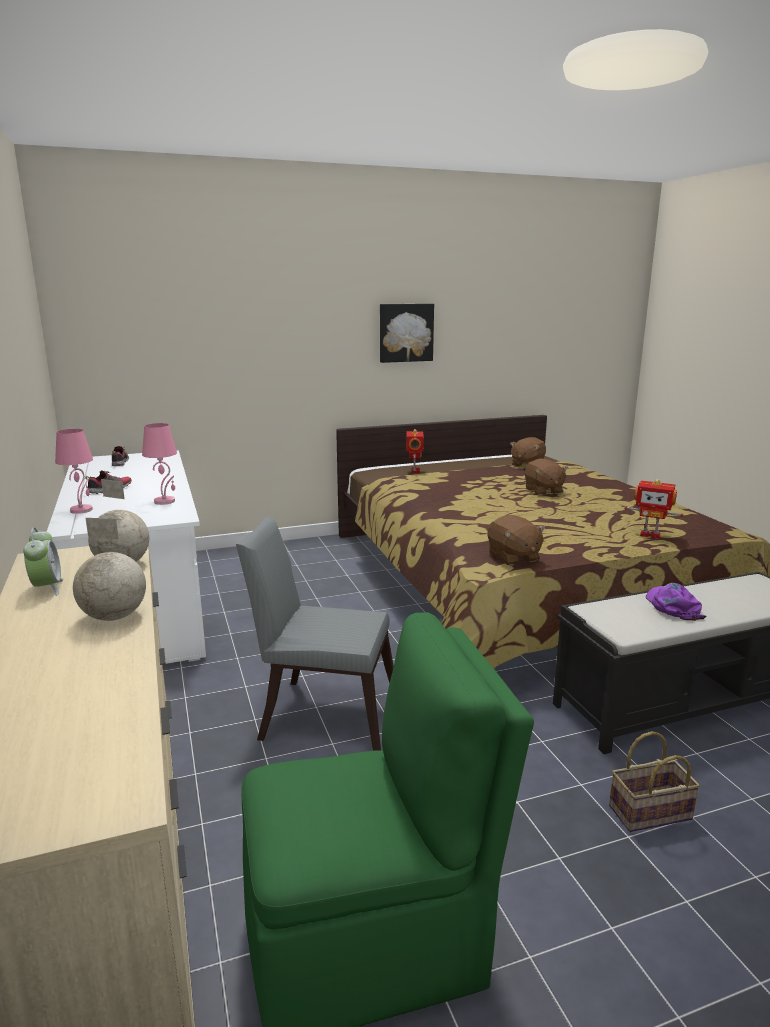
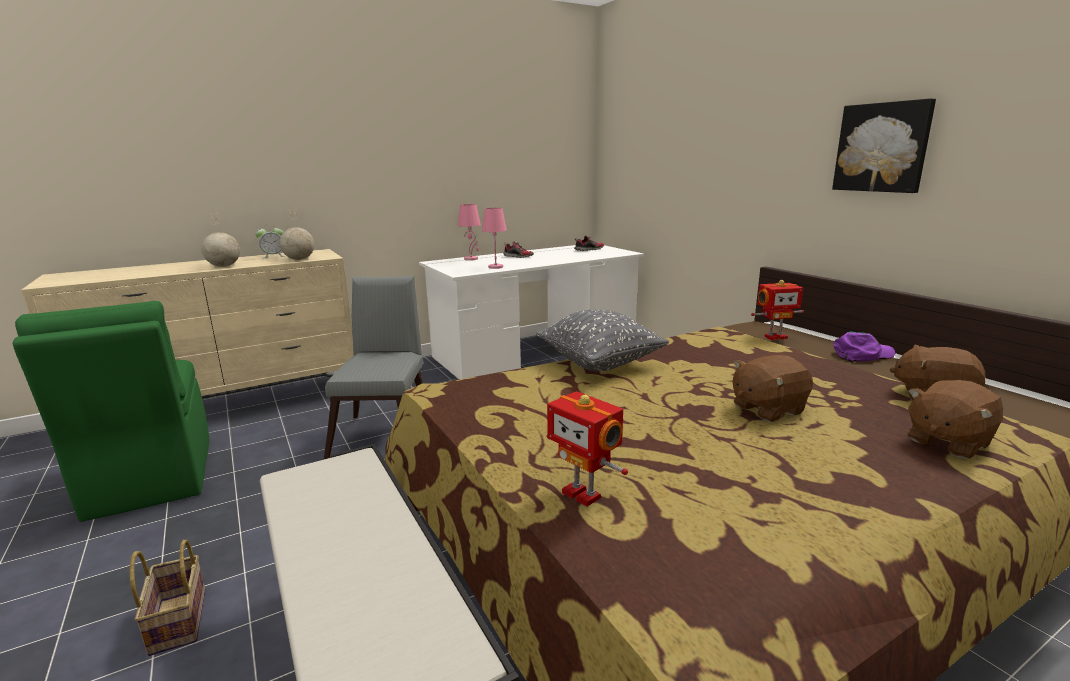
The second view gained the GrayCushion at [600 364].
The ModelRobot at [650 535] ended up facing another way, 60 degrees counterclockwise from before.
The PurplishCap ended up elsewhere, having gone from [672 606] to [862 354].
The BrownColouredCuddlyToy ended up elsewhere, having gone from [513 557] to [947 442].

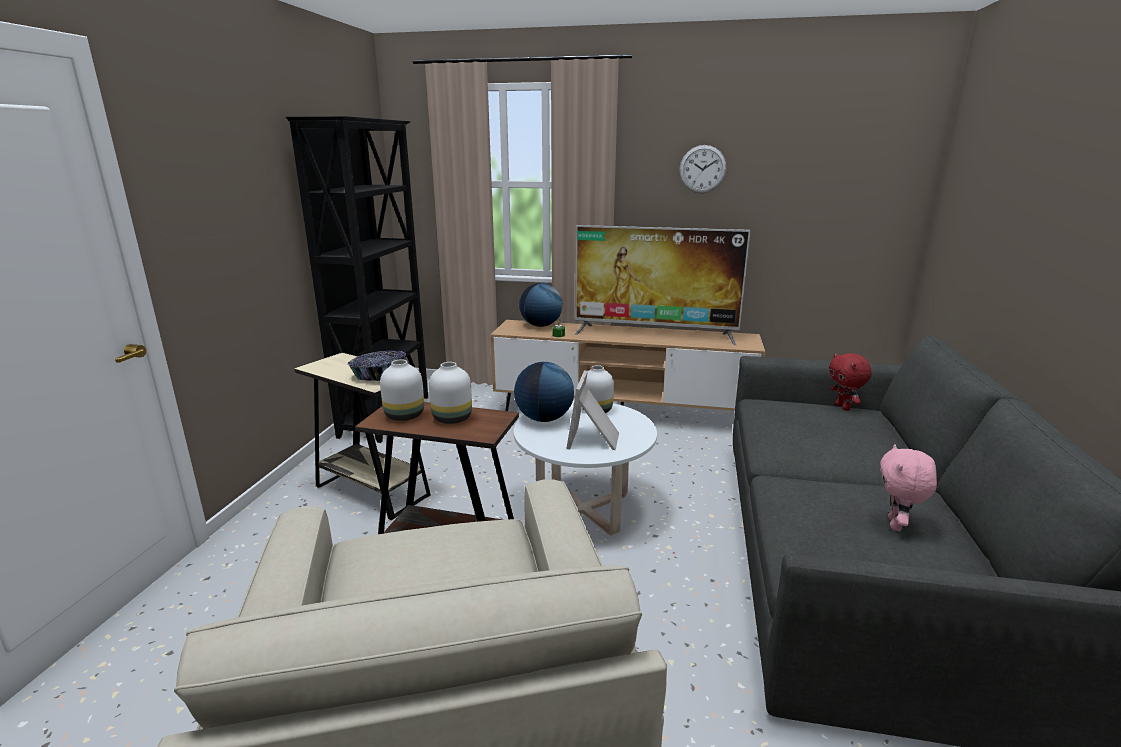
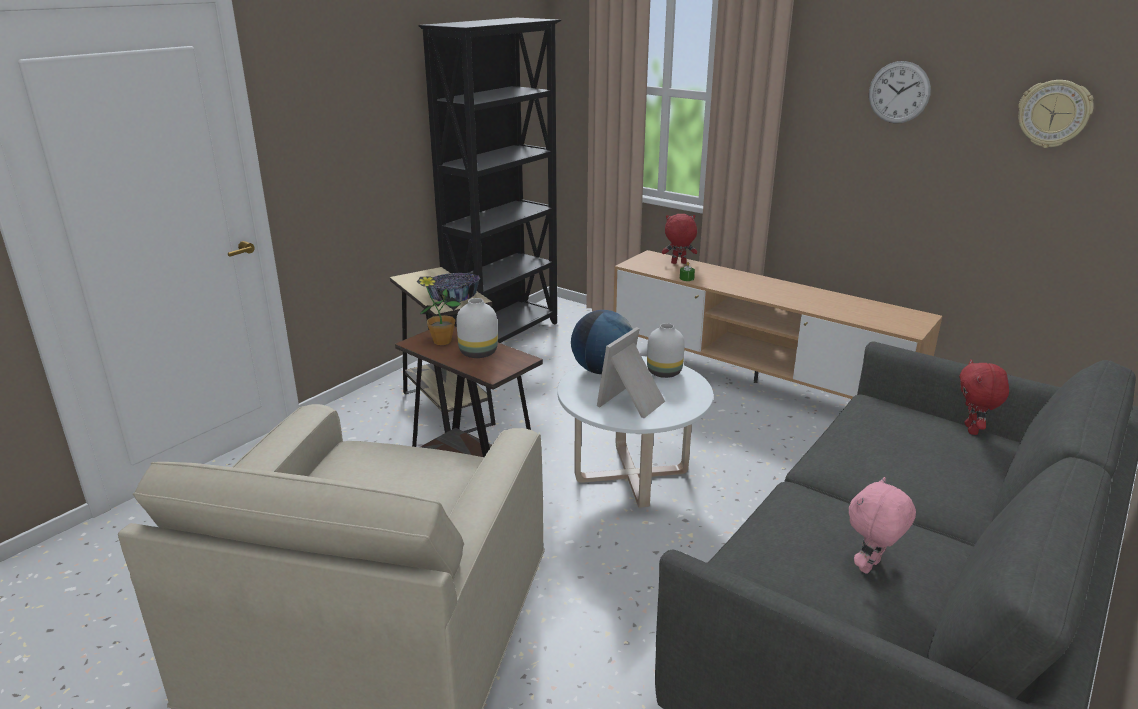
Where the WhitishFlowerVase stood at [405 415], the PottedPlant came to stand at [442 341].
Where the Globe stood at [541 325], the RedColouredCuddlyToy came to stand at [678 263].
The second view gained the ClockOnTheWall at [1053 114].
The second view lost the TvSet at [655 334].

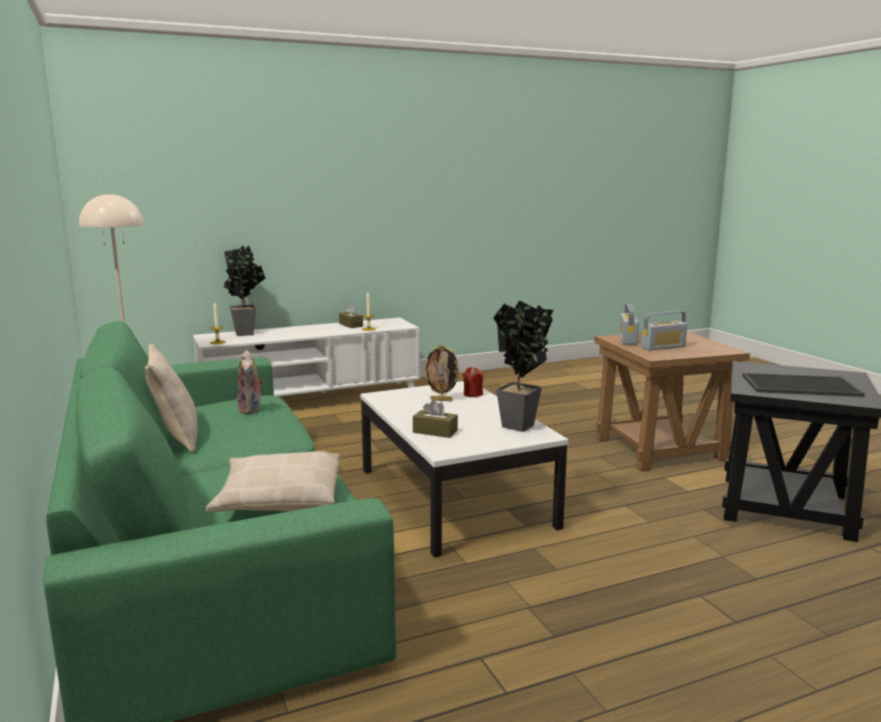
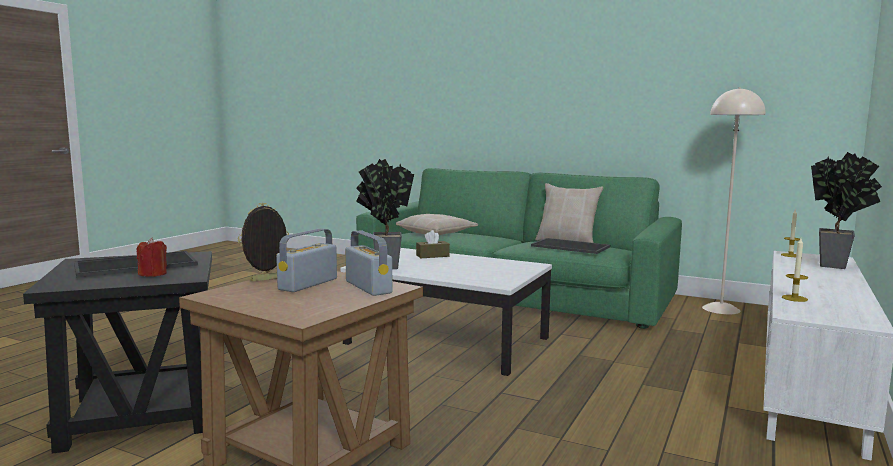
The RedColouredWaxCandle ended up elsewhere, having gone from [473 394] to [153 274].
The PictureFrame ended up elsewhere, having gone from [441 400] to [266 279].
Where the CuddlyToy stood at [251 410], the CarryingTray came to stand at [571 246].
The second view lost the BrownColouredTissueHolder at [351 325].

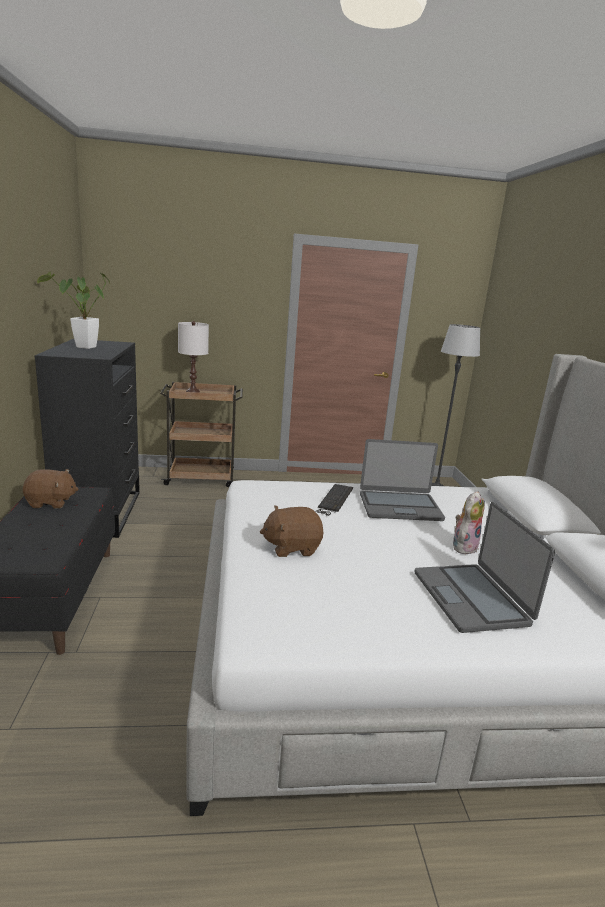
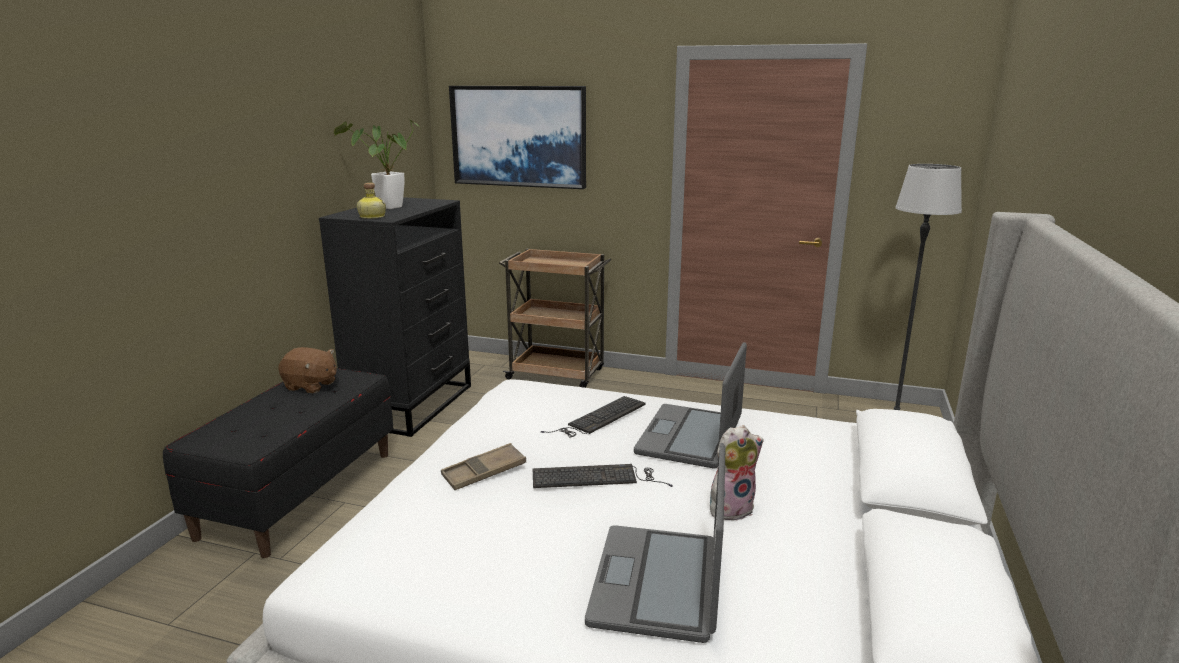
The second view gained the DrinkBottle at [371 217].
Where the BrownColouredCuddlyToy stood at [292 547], the BrownColouredCarryingTray came to stand at [484 472].
The second view gained the WallPicture at [519 136].
The second view gained the ComputerKeyboard at [597 477].
The NotebookComputer at [399 506] ended up facing another way, 90 degrees clockwise from before.
The second view lost the WhitishLampForATable at [193 391].

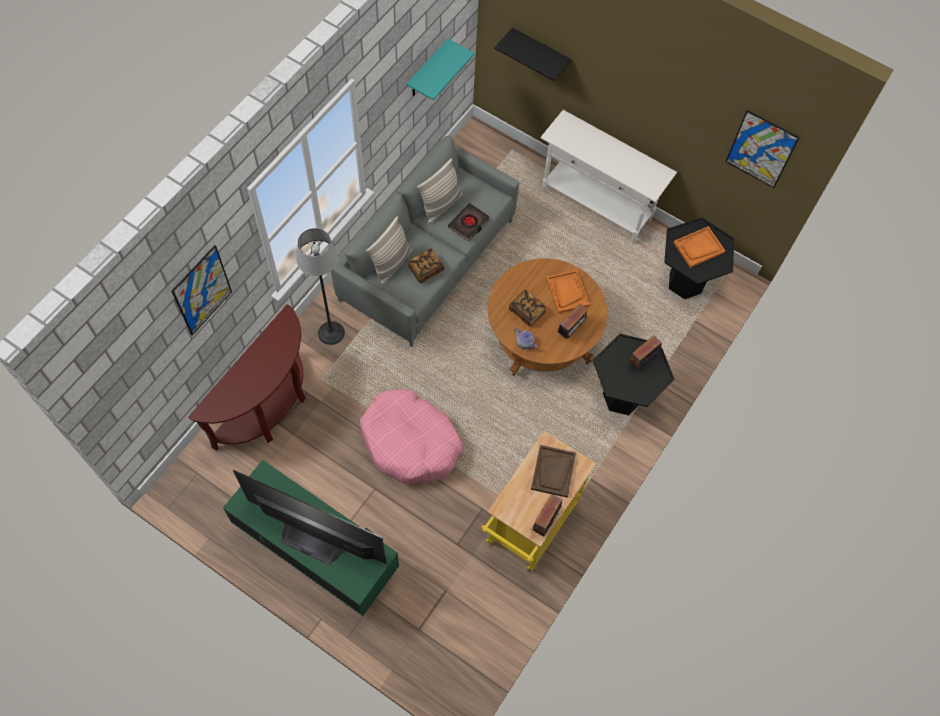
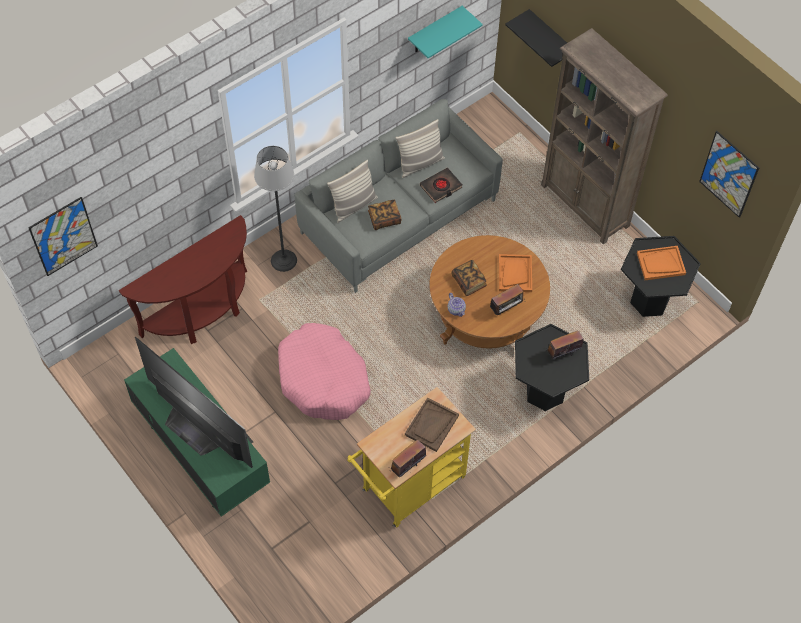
The WallPicture ended up elsewhere, having gone from [202 291] to [63 236].
Where the WhitishConsoleTable stood at [596 206], the BrownColouredBookshelf came to stand at [585 206].

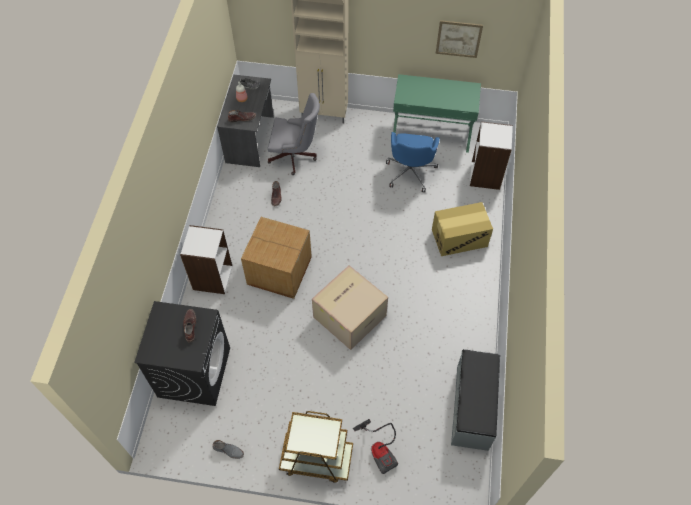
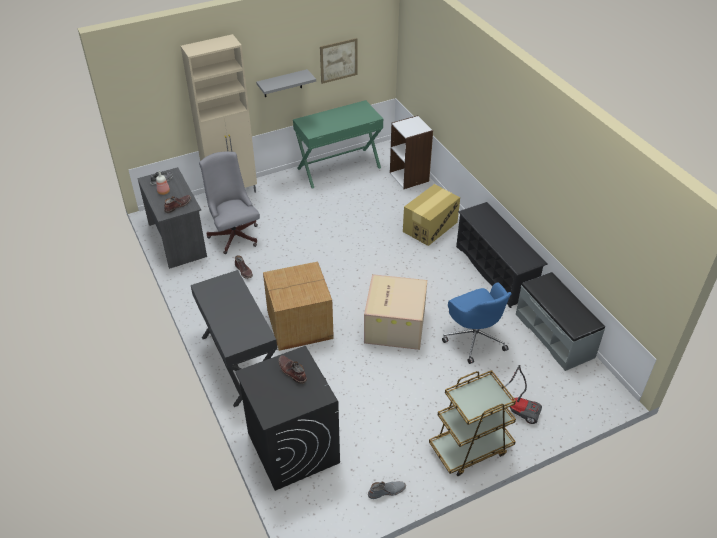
Where the WhitishBookshelf stood at [212 277], the BlackishDeskTable came to stand at [239 362].
The GrayComputerChair at [295 156] ended up facing another way, 90 degrees counterclockwise from before.
The second view gained the GrayWallShelf at [282 83].
The BlueComputerChair ended up elsewhere, having gone from [410 172] to [474 337].
The second view gained the BlackishShoeRack at [495 271].

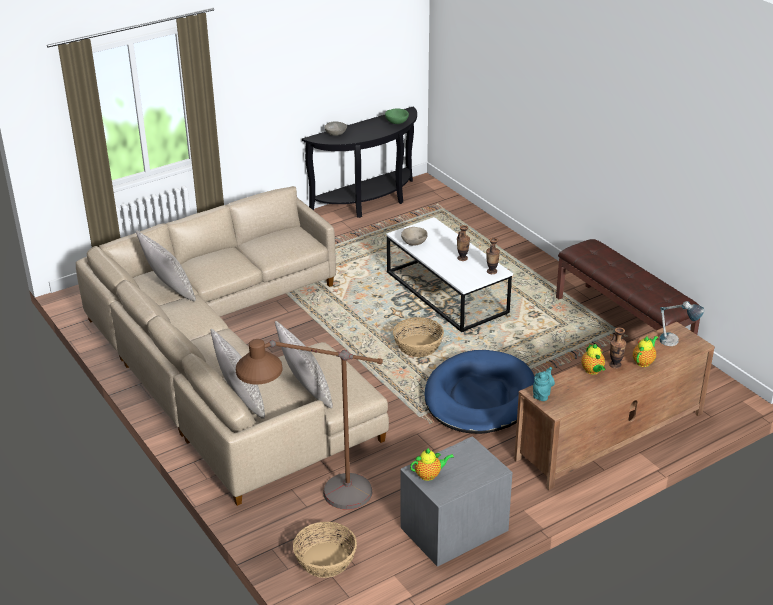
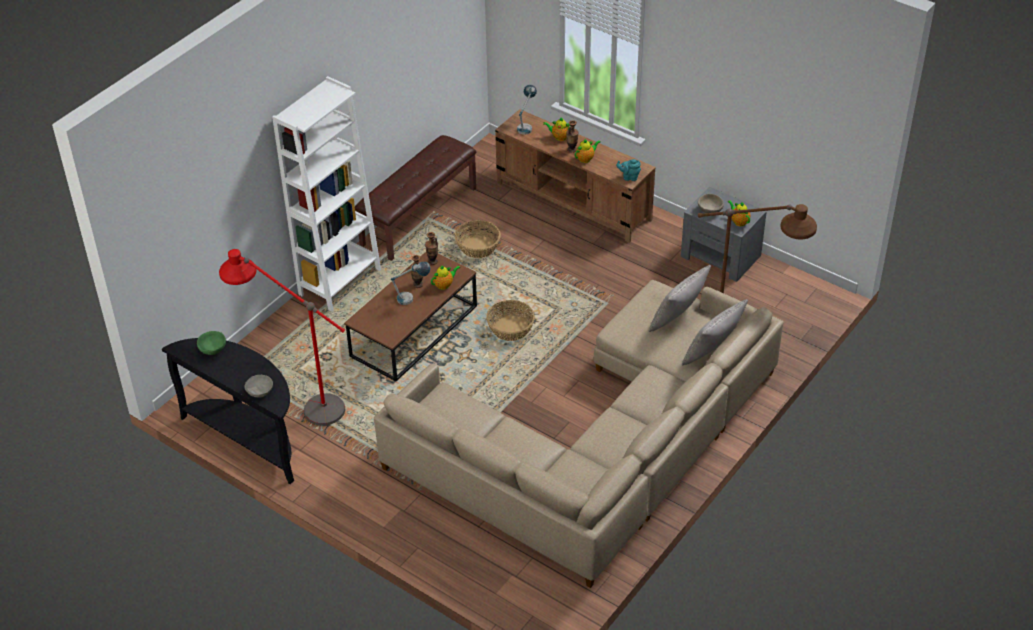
The second view gained the RedColouredStandingLamp at [298 402].
The second view gained the WhitishBookshelf at [340 282].
What was the WhitishLoungeTable at [446 293] turned into the BrownColouredLoungeTable at [414 331].
The second view gained the LampForATable at [412 298].
The second view gained the TeaPot at [444 285].
The HouseholdBasket ended up elsewhere, having gone from [325 560] to [477 247].
The SandColouredDeepDish ended up elsewhere, having gone from [414 242] to [709 210].
The second view lost the GrayCushion at [169 290].
The second view lost the BlueDogCushion at [480 397].

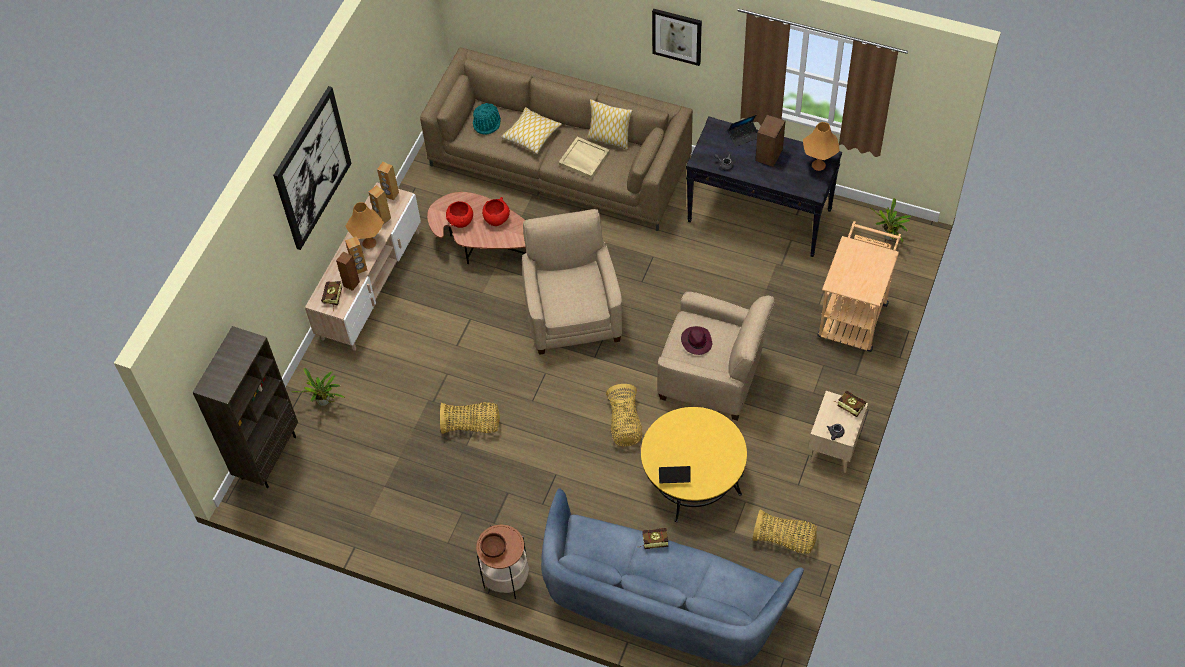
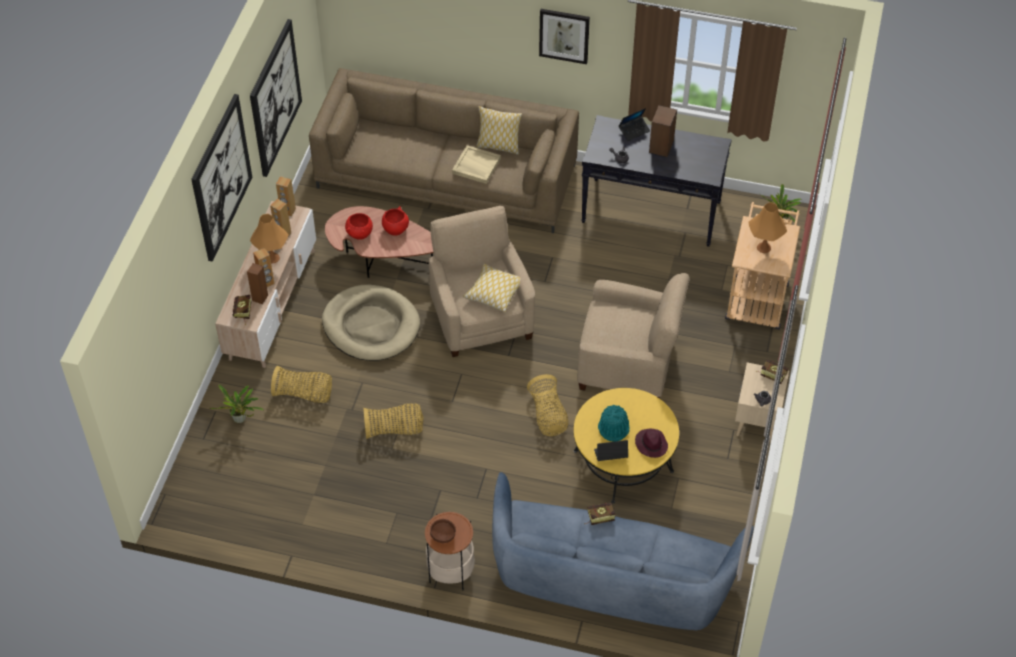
The second view gained the WallPicture at [275 98].
The HouseholdBasket ended up elsewhere, having gone from [784 540] to [304 394].
The second view gained the SandColouredDogCushion at [371 326].
The Cushion ended up elsewhere, having gone from [531 135] to [494 293].
The BlueGreenWearableHat ended up elsewhere, having gone from [487 123] to [614 427].
The PurplishWearableHat ended up elsewhere, having gone from [696 341] to [651 444].
The OrangeColouredLampForATable ended up elsewhere, having gone from [818 165] to [763 247].
The second view lost the BrownColouredBookshelf at [268 456].

